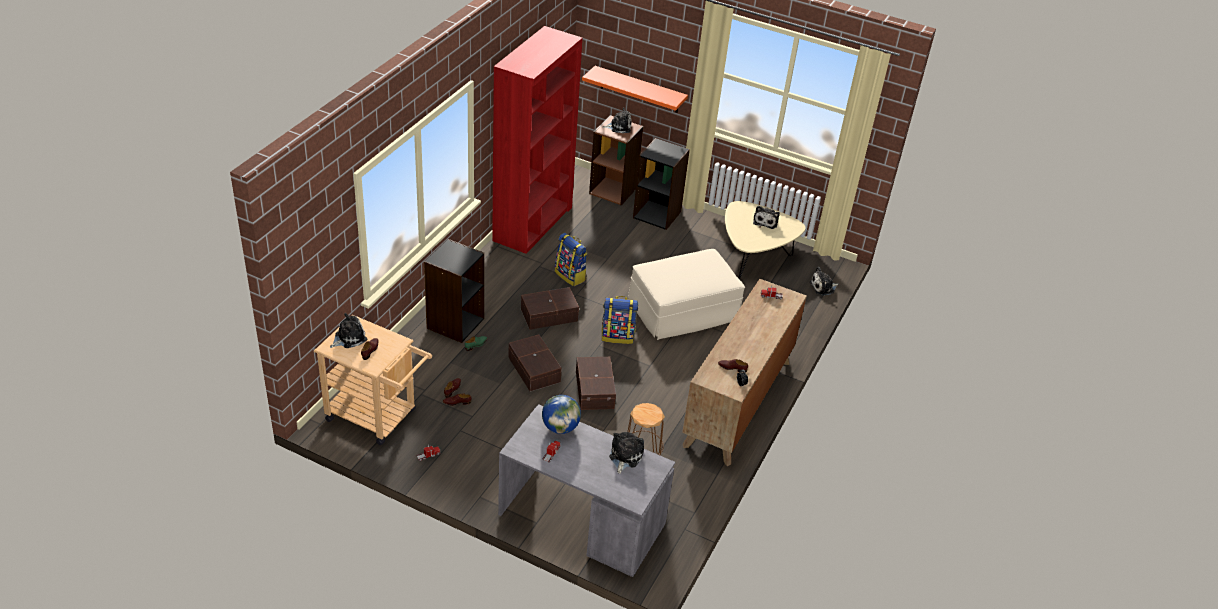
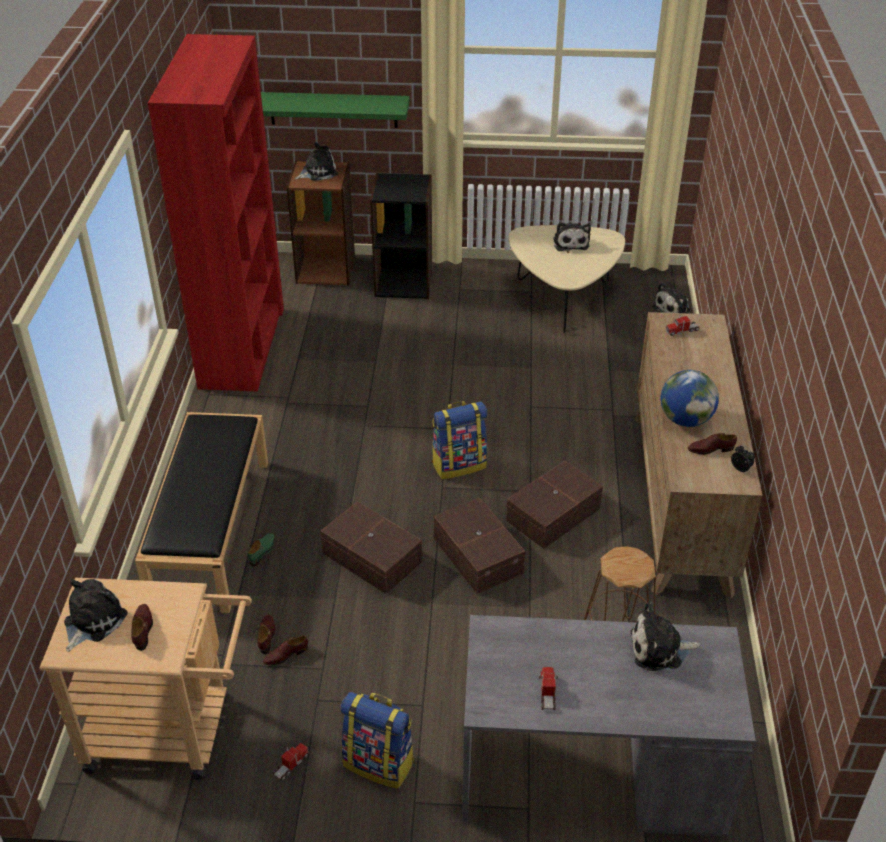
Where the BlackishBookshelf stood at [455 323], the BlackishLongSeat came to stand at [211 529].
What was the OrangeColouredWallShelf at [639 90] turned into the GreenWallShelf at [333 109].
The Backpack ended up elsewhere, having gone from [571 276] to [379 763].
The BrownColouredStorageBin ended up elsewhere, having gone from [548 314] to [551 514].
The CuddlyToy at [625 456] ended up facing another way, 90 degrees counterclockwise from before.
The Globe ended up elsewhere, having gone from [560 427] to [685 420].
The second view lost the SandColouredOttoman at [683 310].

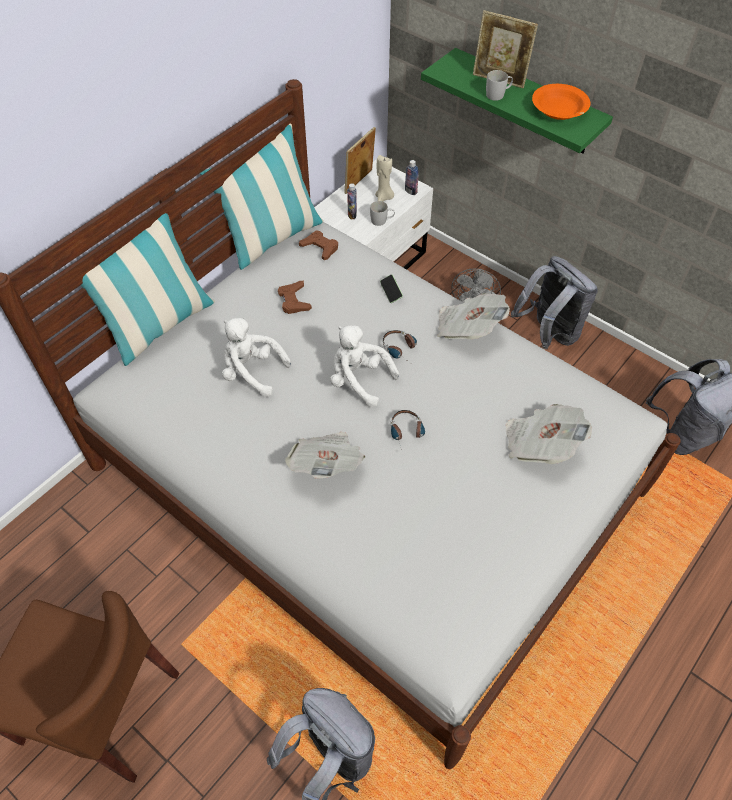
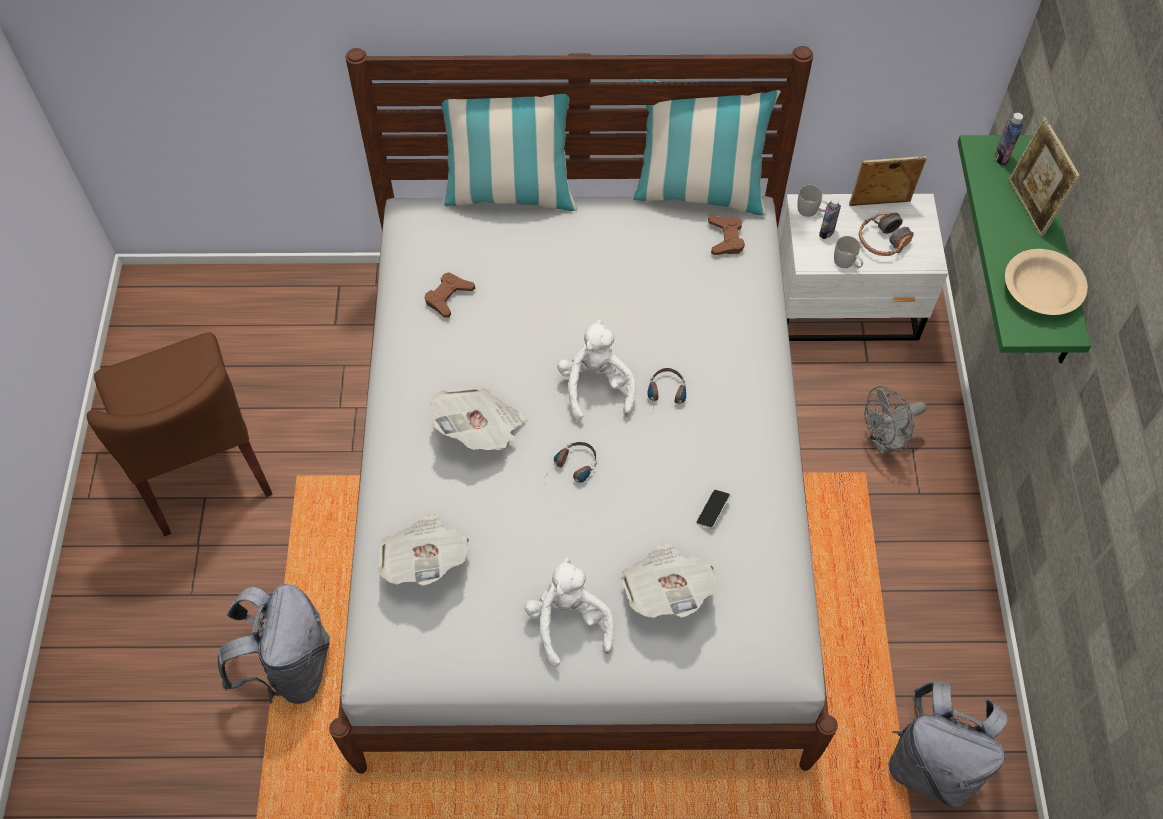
The PrintedPaper ended up elsewhere, having gone from [468 328] to [425 559].
The BrownColouredGamepad ended up elsewhere, having gone from [294 300] to [448 297].
The WhitishCuddlyToy ended up elsewhere, having gone from [252 372] to [569 622].
The Phone ended up elsewhere, having gone from [391 291] to [712 511].
The WhitishTeaMug ended up elsewhere, having gone from [498 94] to [811 211].
Where the SandColouredWaxCandle stood at [384 197], the Headphones came to stand at [882 241].
The DrinkBottle ended up elsewhere, having gone from [411 191] to [1001 157].
What was the OrangeColouredDeepDish at [558 110] turned into the SandColouredDeepDish at [1041 290].
The second view lost the GrayBackpack at [548 333].

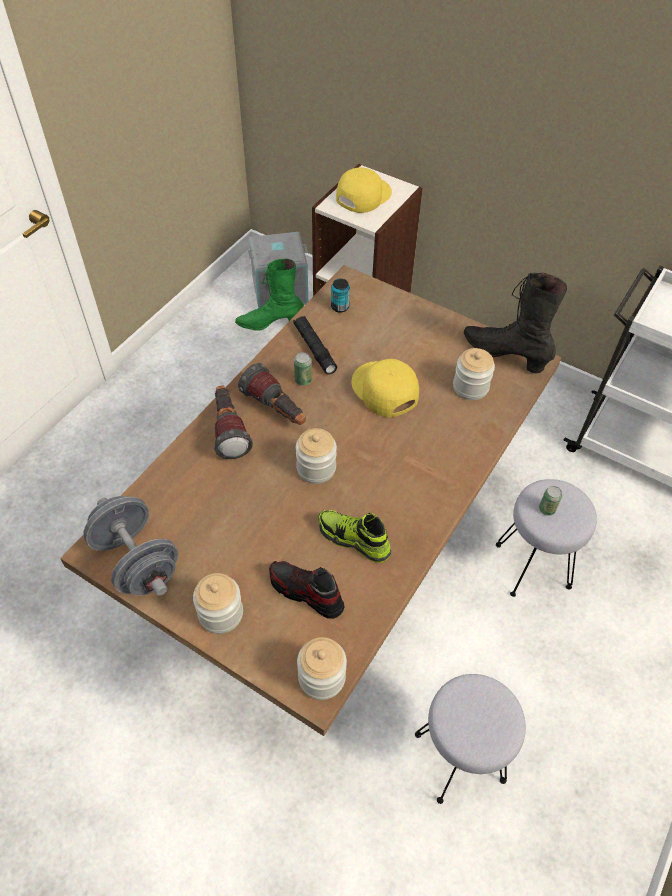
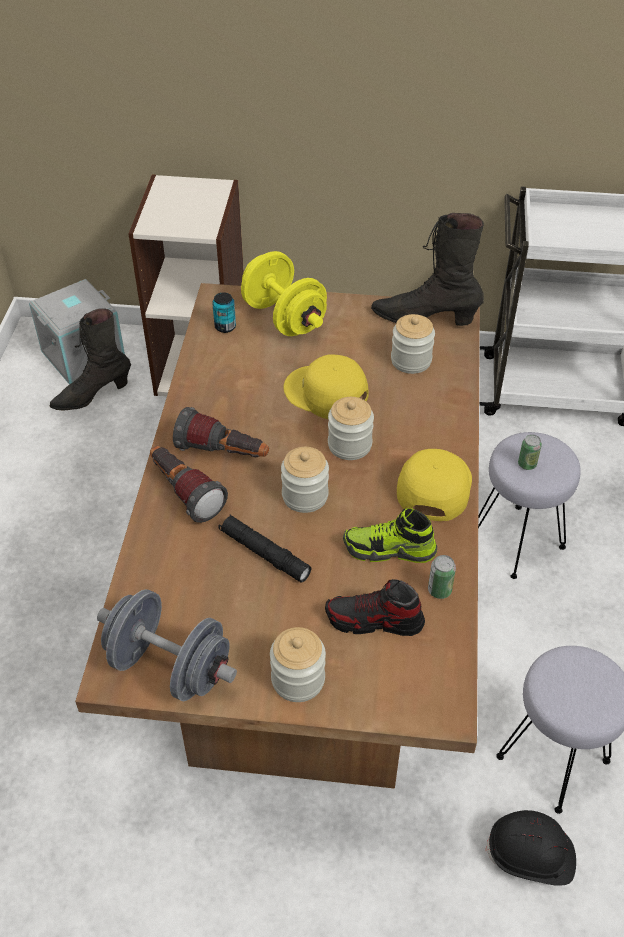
What was the GreenTallBoot at [270 323] turned into the BlackishTallBoot at [92 395].
The BlackishFlashlight ended up elsewhere, having gone from [314 349] to [264 553].
The second view gained the YellowDumbbell at [284 317].
The StorageJar ended up elsewhere, having gone from [321 677] to [349 445].
The YellowCap ended up elsewhere, having gone from [362 195] to [432 486].
The SealedCan ended up elsewhere, having gone from [303 380] to [439 590].
The second view gained the BlackishWorkHelmet at [531 856].

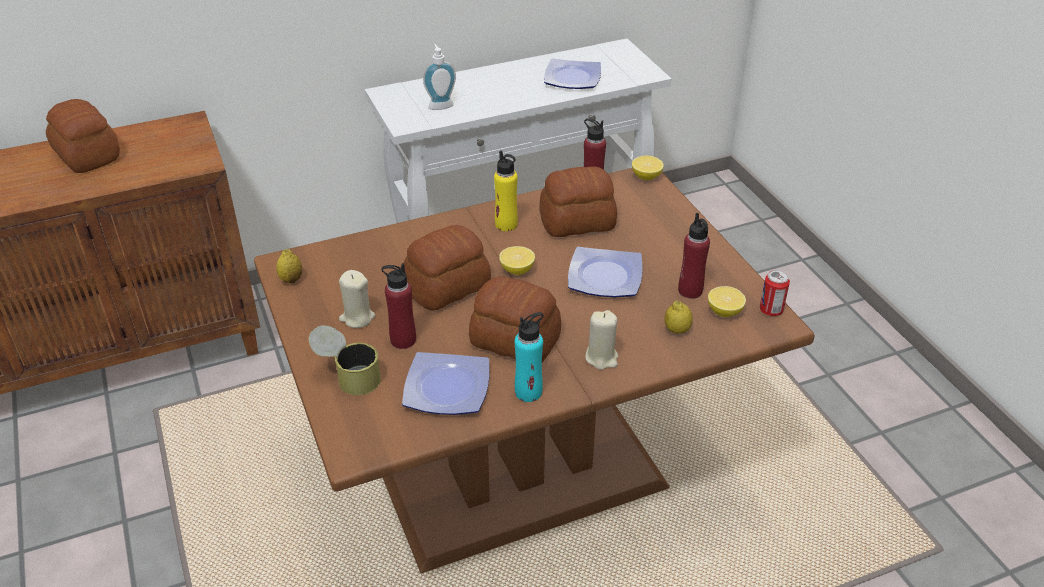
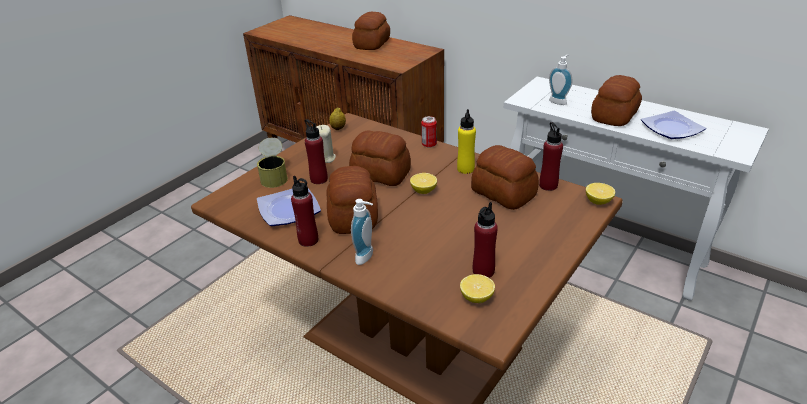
What was the BlueGreenDrinkBottle at [528 392] turned into the RedColouredDrinkBottle at [308 240].
Where the SandColouredWaxCandle stood at [602 357], the SoapBottle came to stand at [367 257].
The SealedCan ended up elsewhere, having gone from [771 310] to [429 145].
The second view gained the Bread at [613 116].
The second view lost the Plate at [606 276].
The second view lost the Lemon at [677 330].

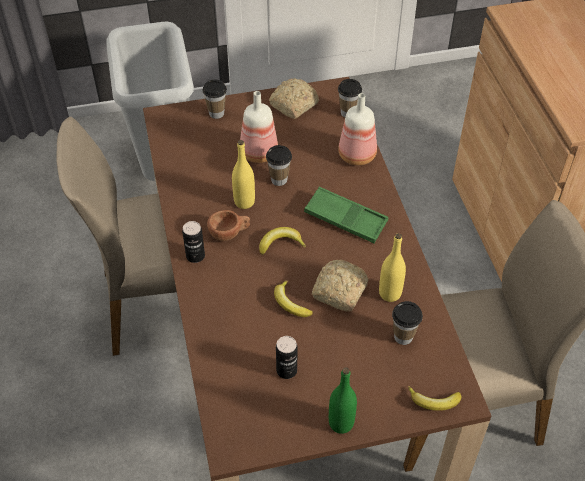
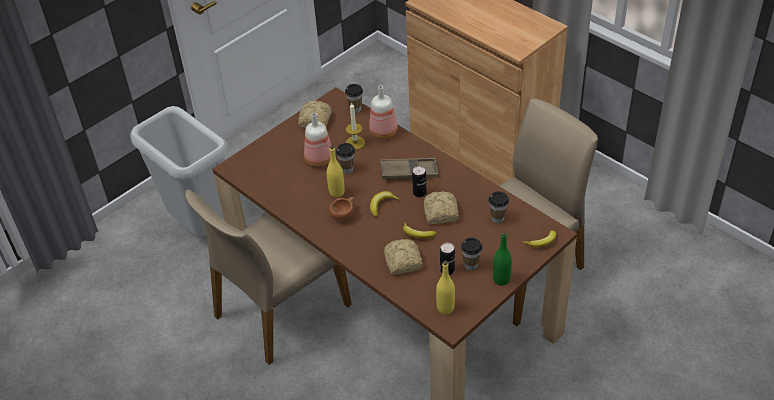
The second view gained the WaxCandle at [355 143].
What was the GreenCarryingTray at [345 219] turned into the BrownColouredCarryingTray at [409 172].
The second view gained the Bread at [402 263].
The SealedCan ended up elsewhere, having gone from [195 256] to [419 193].
The YellowDrinkBottle ended up elsewhere, having gone from [390 293] to [445 308].
The SmallCup ended up elsewhere, having gone from [216 113] to [471 265].

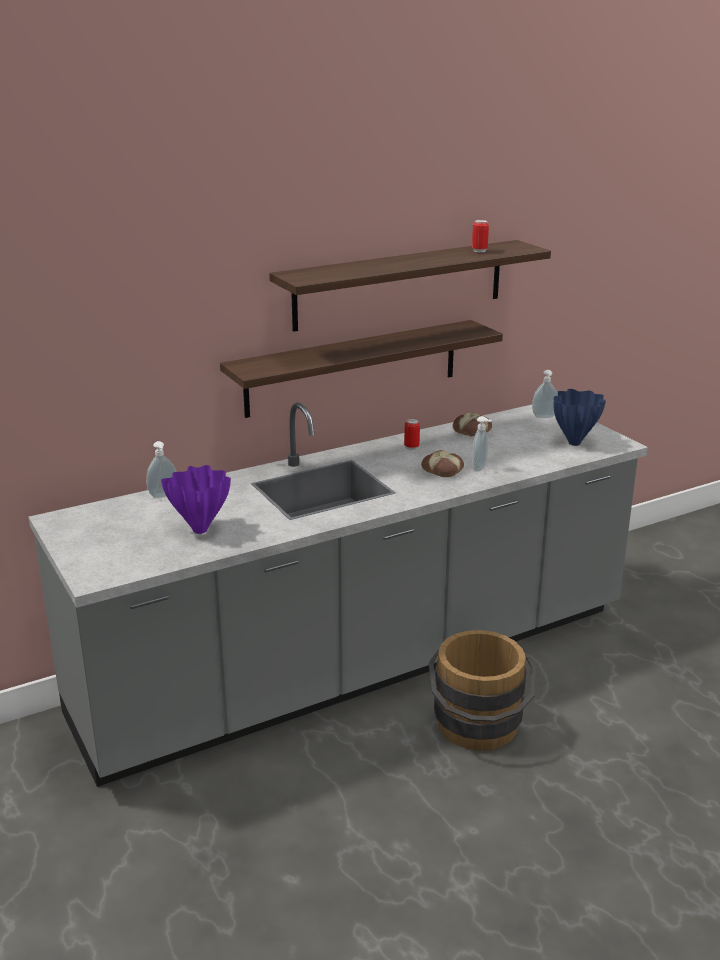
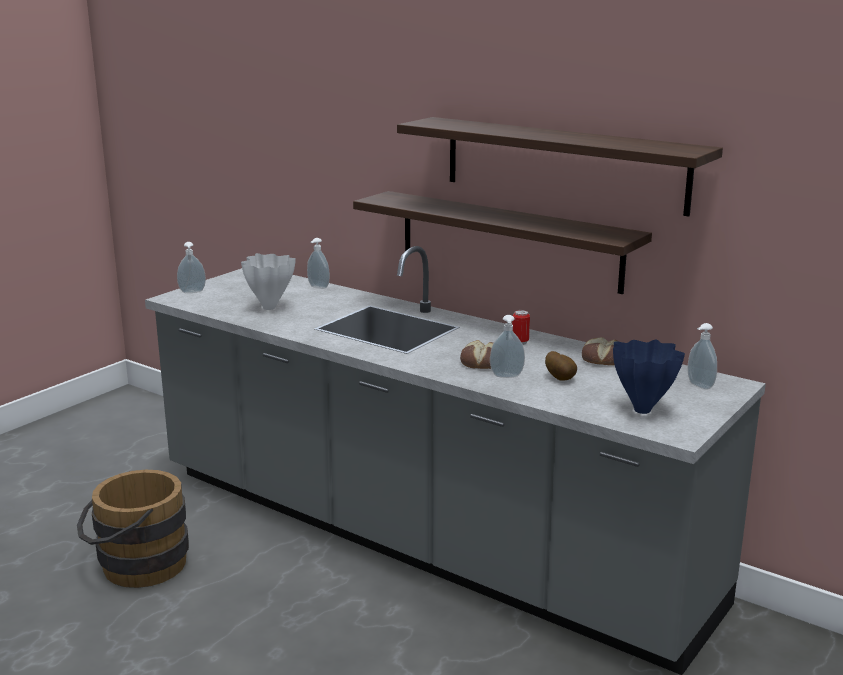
The BrownColouredBucket ended up elsewhere, having gone from [478 730] to [136 566].
The second view gained the SoapBottle at [192 292].
What was the PurplishFlowerVase at [201 530] turned into the WhitishFlowerVase at [269 308].
The second view gained the Spud at [561 378].
The second view lost the SealedCan at [479 251].

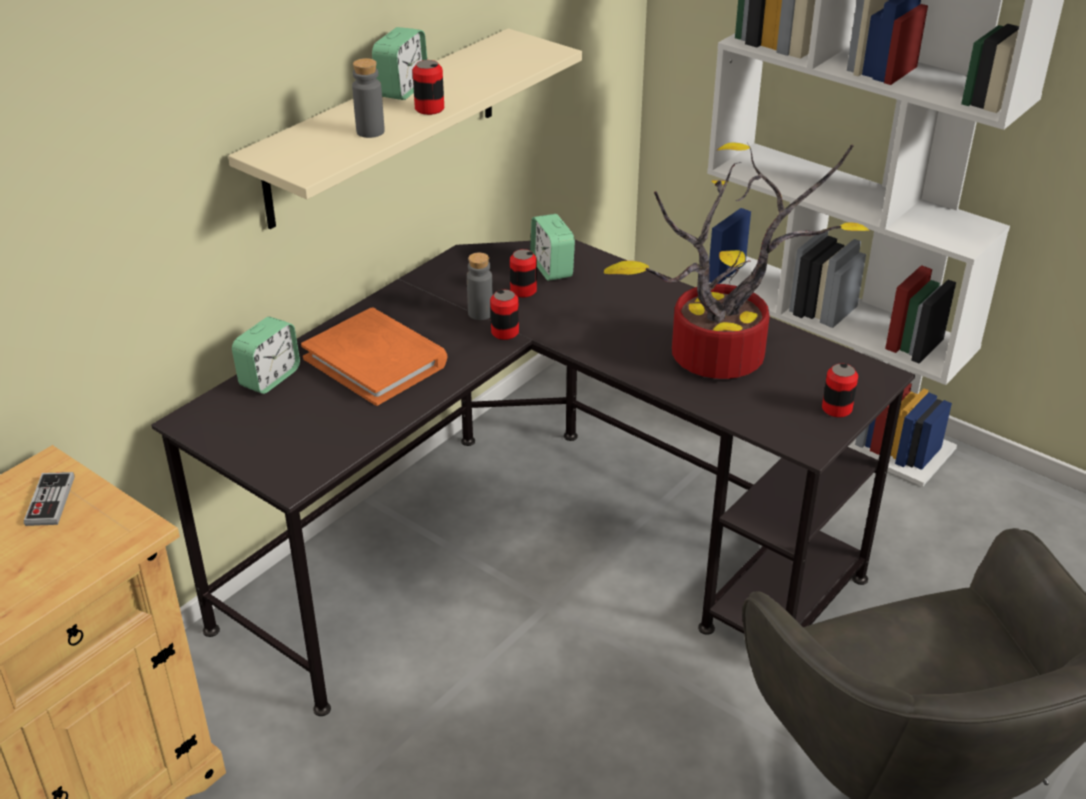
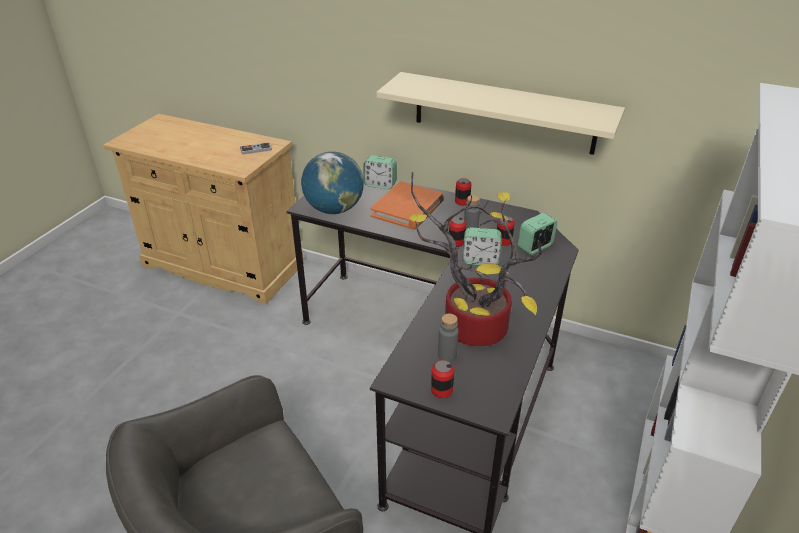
The second view gained the Globe at [334 209].
The GrayDrinkBottle ended up elsewhere, having gone from [370 131] to [447 355].
The SealedCan ended up elsewhere, having gone from [429 108] to [462 202].
The AlarmClock ended up elsewhere, having gone from [402 90] to [480 260].

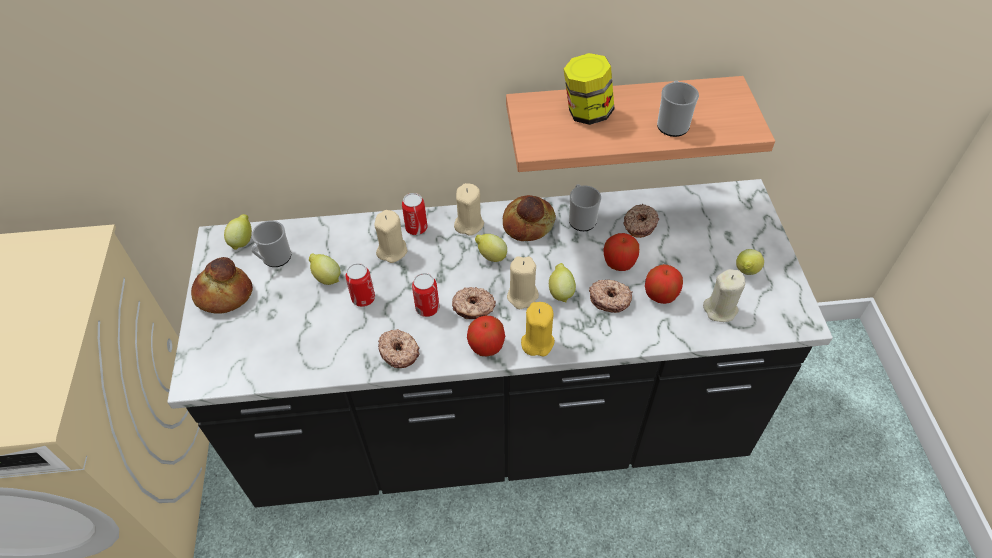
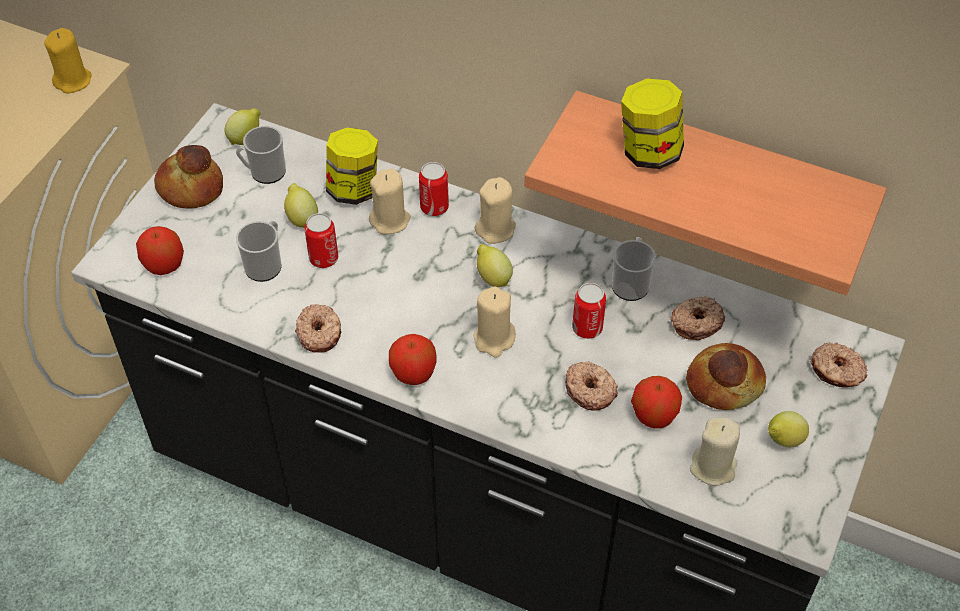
The YellowWaxCandle ended up elsewhere, having gone from [537 342] to [73 81].
The WholeApple ended up elsewhere, having gone from [619 263] to [164 265].
The TeaMug ended up elsewhere, having gone from [672 123] to [265 264].
The second view gained the StorageJar at [354 189].
The SealedCan ended up elsewhere, having gone from [427 308] to [587 328].
The Bread ended up elsewhere, having gone from [527 223] to [724 382].
The Doughnut ended up elsewhere, having gone from [473 308] to [836 371].
The second view lost the Lemon at [560 292].

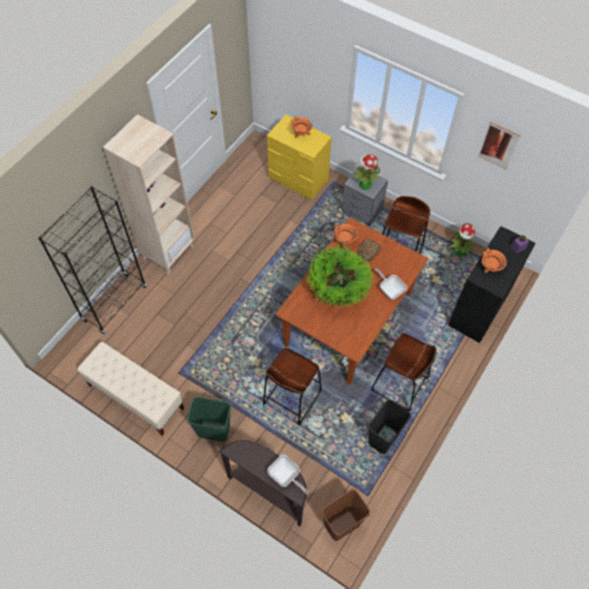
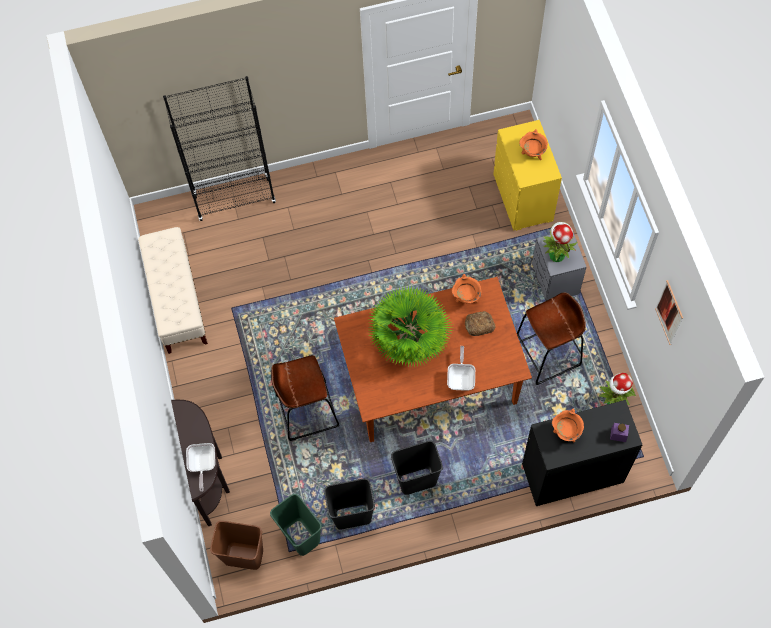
The GreenWasteBin ended up elsewhere, having gone from [213 431] to [300 536].
Where the BrownColouredSittingStool stood at [400 384], the BlackishWasteBin came to stand at [416 480].
The second view lost the SandColouredBookshelf at [168 252].

